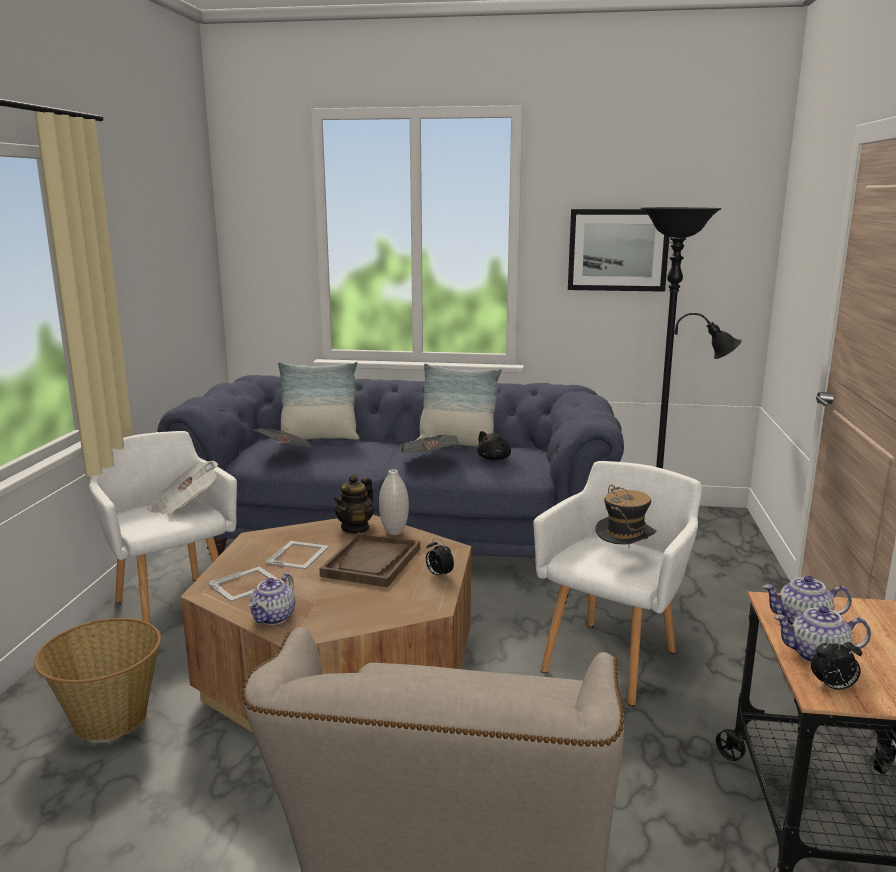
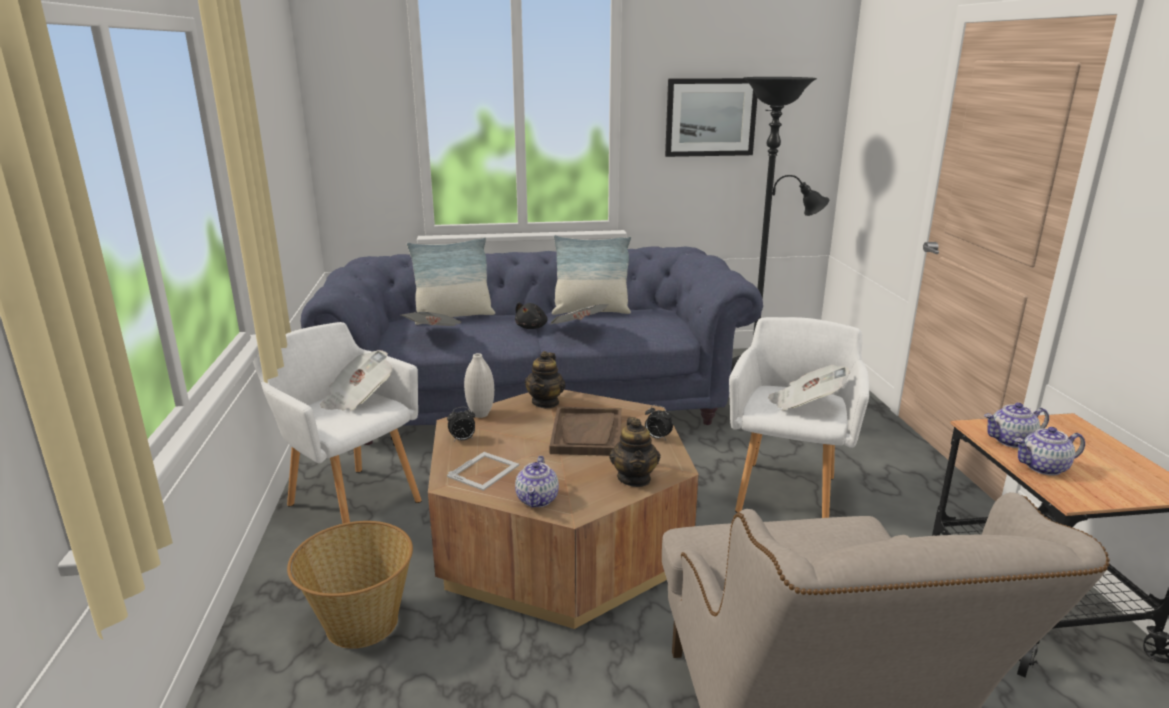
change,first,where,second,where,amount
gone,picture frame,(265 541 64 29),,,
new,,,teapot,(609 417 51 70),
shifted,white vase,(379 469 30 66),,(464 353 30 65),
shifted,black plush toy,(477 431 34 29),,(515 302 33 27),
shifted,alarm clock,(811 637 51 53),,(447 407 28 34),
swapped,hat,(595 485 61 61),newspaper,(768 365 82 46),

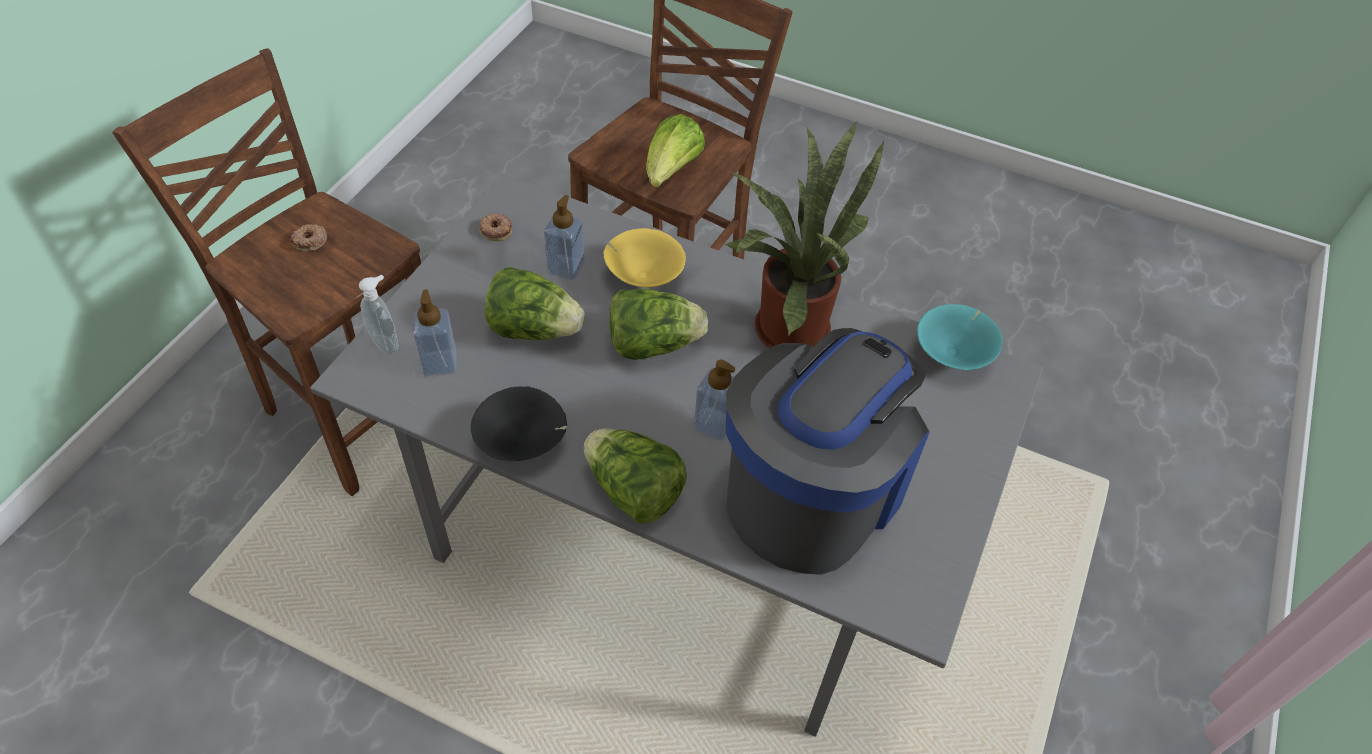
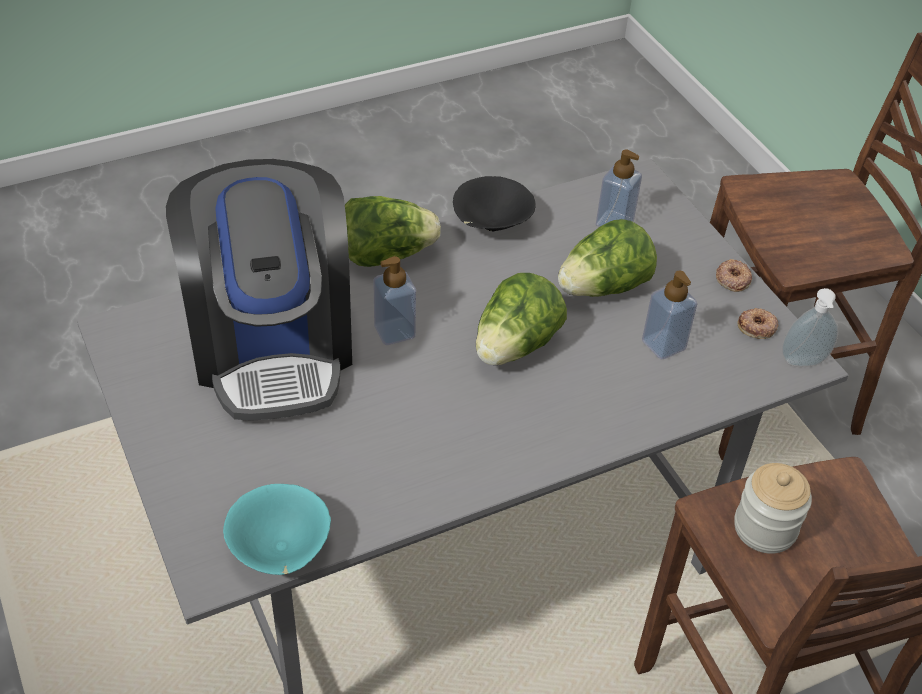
change,first,where,second,where,amount
gone,yellow bowl,(603 228 83 59),,,
gone,potted plant,(725 121 159 227),,,
shifted,donut,(291 224 36 27),,(716 259 36 33),
shifted,soap dispenser,(359 274 40 81),,(782 288 56 79),
swapped,lettuce,(646 114 59 73),jar,(734 463 78 91),

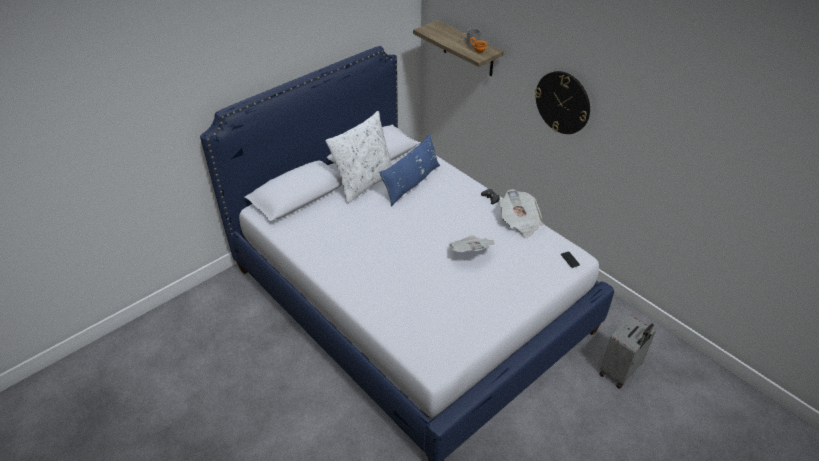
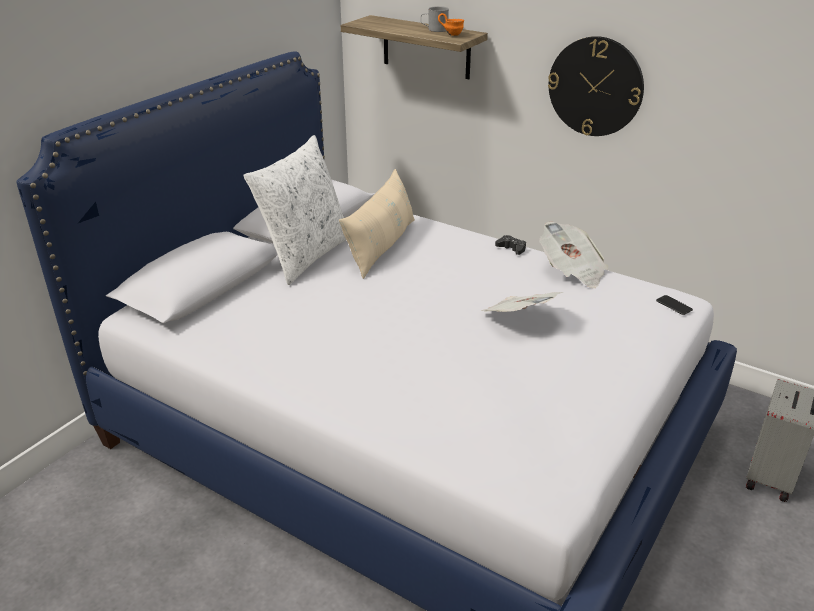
change,first,where,second,where,amount
repainted,blue pillow,(379 134 61 73),beige pillow,(339 169 76 110),

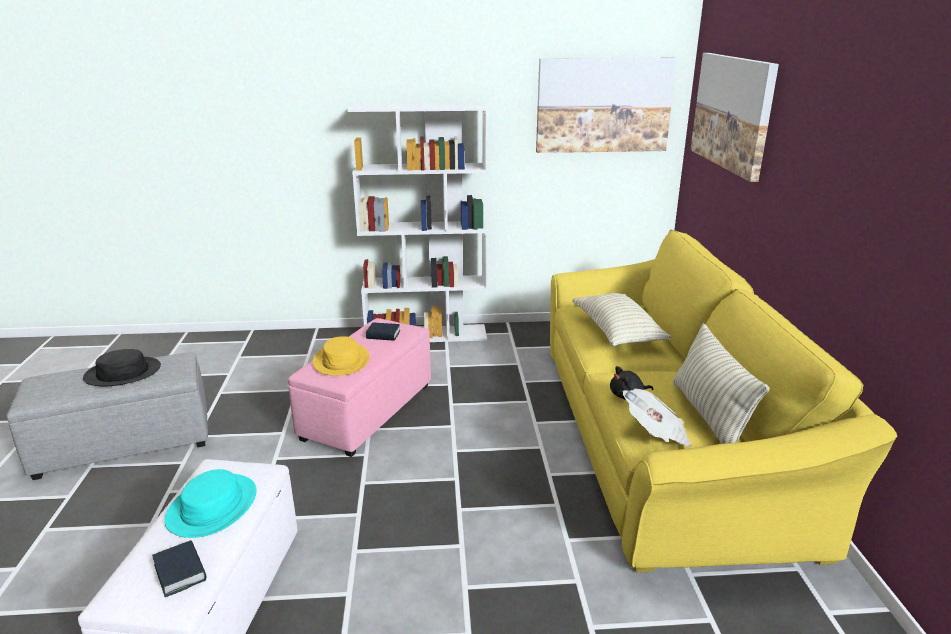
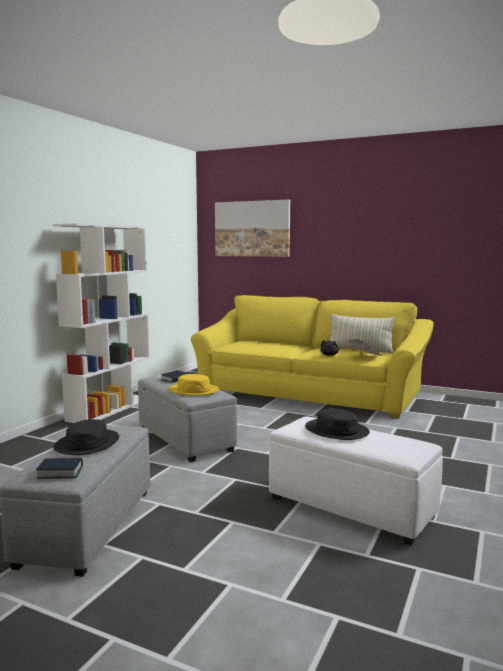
change,first,where,second,where,amount
gone,picture,(536 58 141 95),,,
gone,pillow,(572 293 100 53),,,
shifted,book,(152 540 54 57),,(36 458 47 21),
repainted,turquoise hat,(164 469 93 69),black hat,(305 408 65 32),
repainted,pink ottoman,(288 318 143 139),grey ottoman,(138 376 99 86),

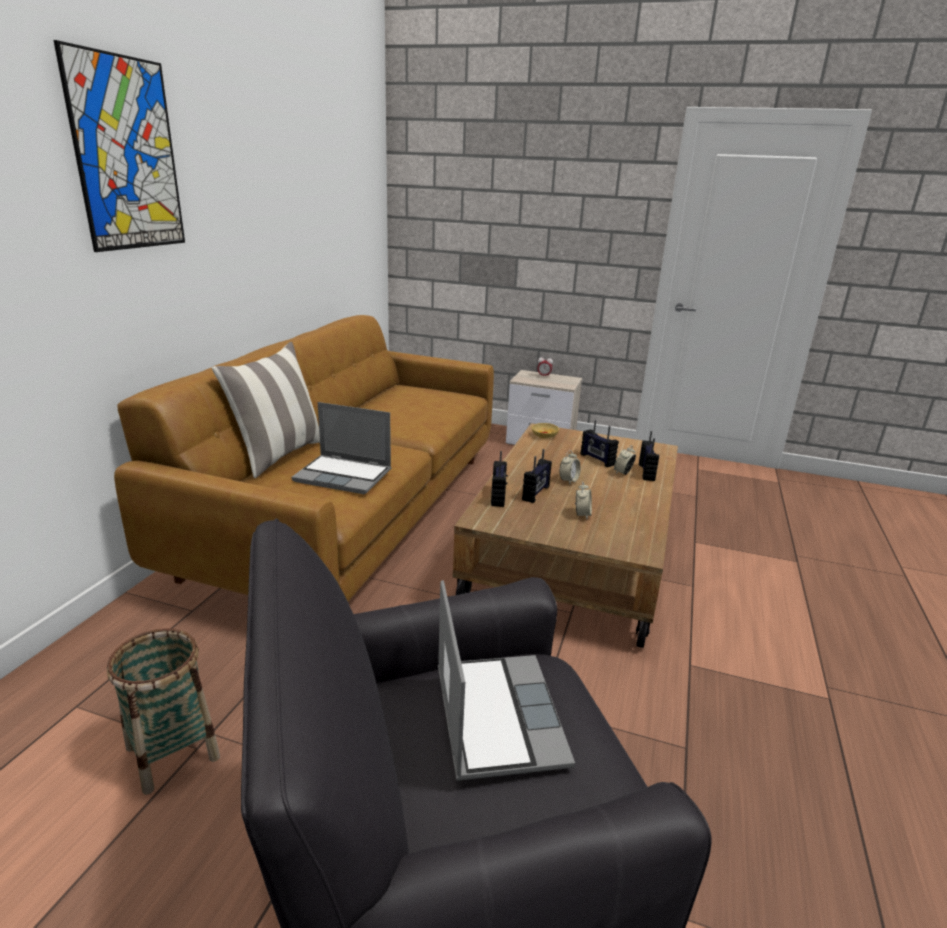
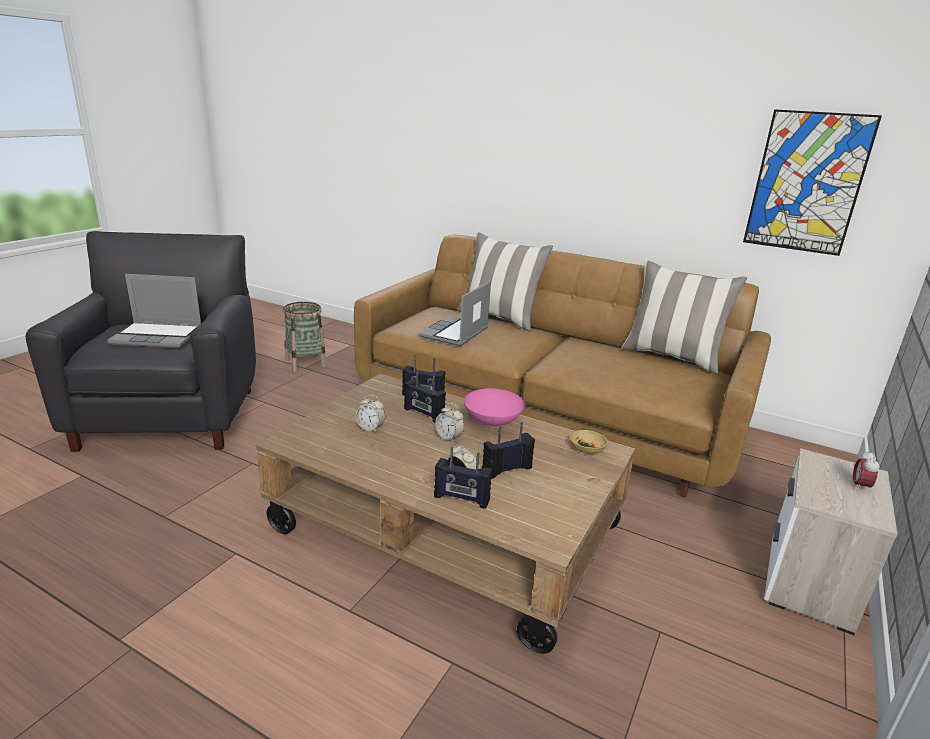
change,first,where,second,where,amount
new,,,pink bowl,(464 389 61 38),
new,,,pillow,(621 260 126 114),
shifted,picture,(54 40 131 212),,(743 109 139 147),

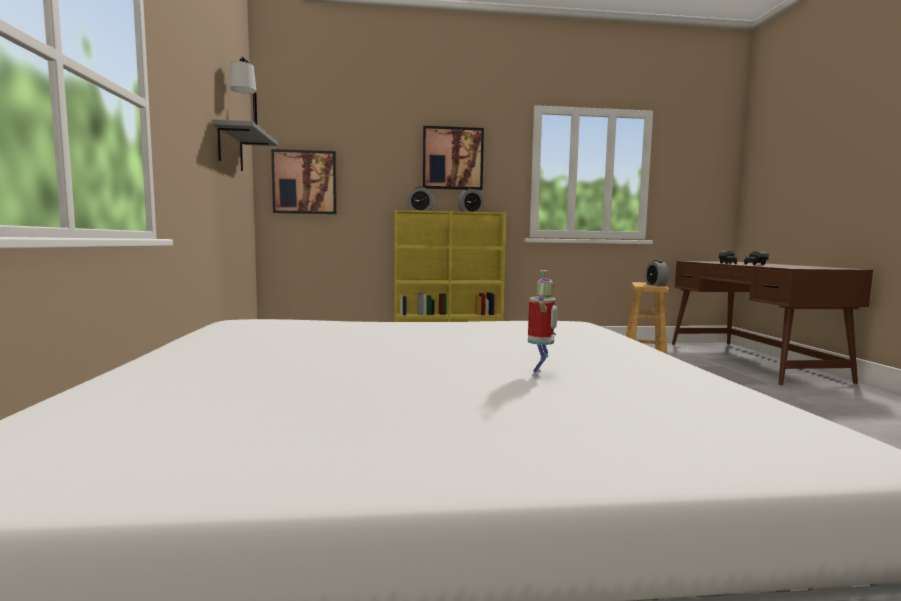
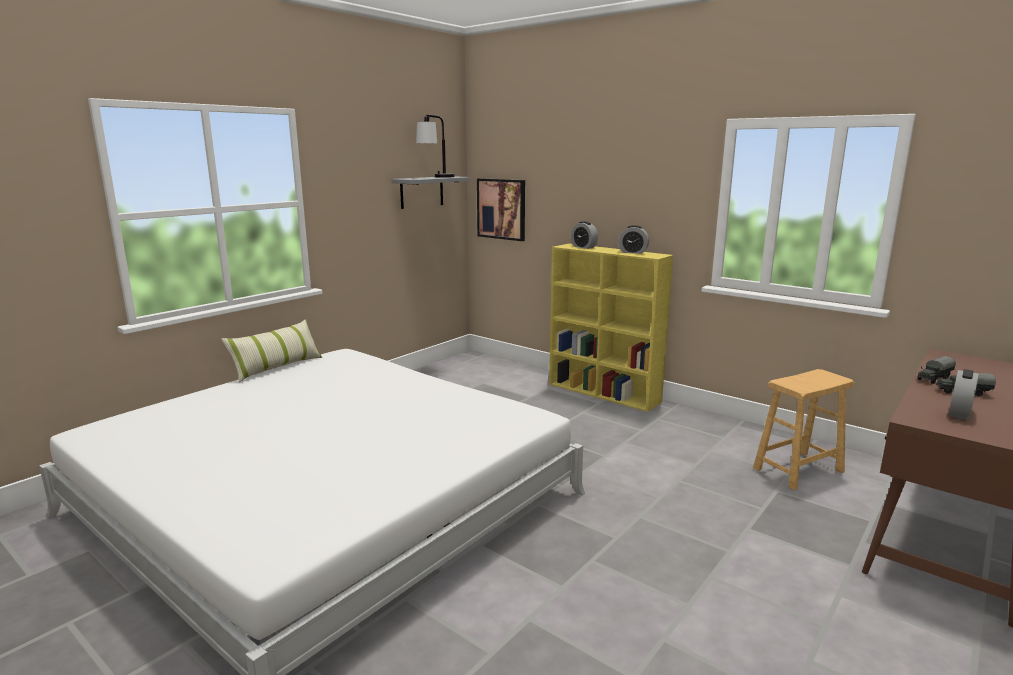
change,first,where,second,where,amount
gone,picture,(423 126 61 64),,,
gone,toy robot,(528 270 29 107),,,
new,,,pillow,(221 319 101 64),
shifted,alarm clock,(645 260 24 26),,(948 369 31 51),

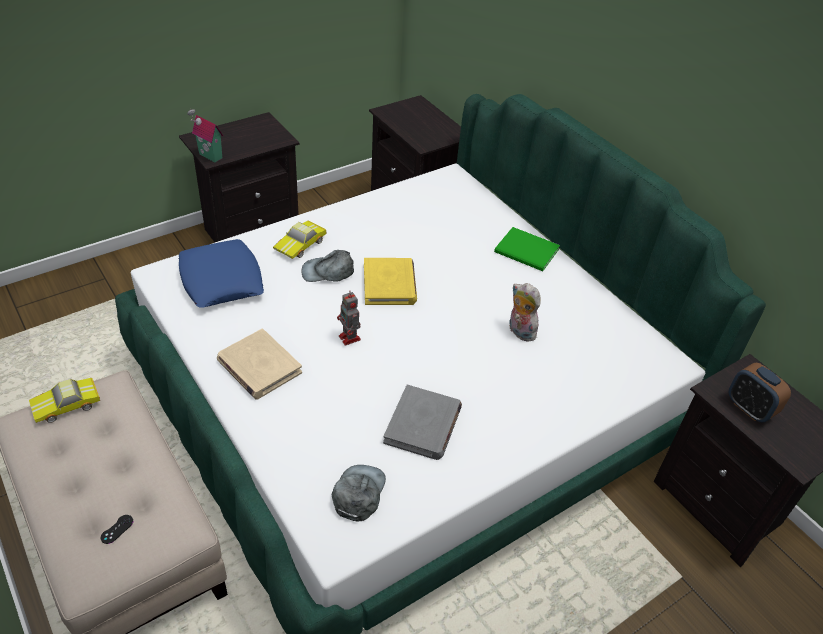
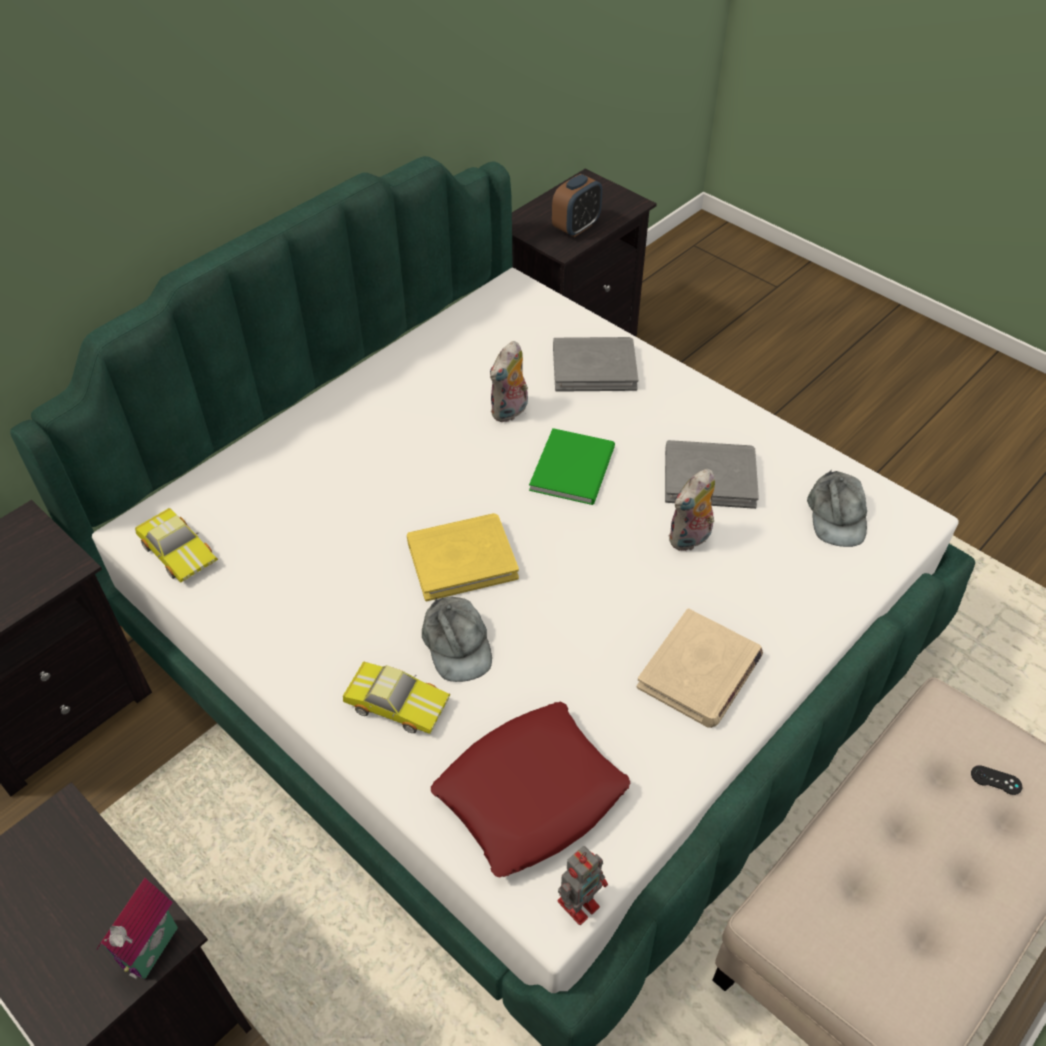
change,first,where,second,where,amount
new,,,grey book,(553 337 85 55),
new,,,plush toy,(669 469 46 82),
shifted,toy car,(29 378 71 45),,(135 508 83 75),
shifted,toy robot,(337 290 24 55),,(558 846 50 79),
shifted,green book,(494 227 66 44),,(529 428 86 77),
repainted,blue pillow,(179 239 85 69),red pillow,(431 702 200 175),
rotated,grey cap,(332 465 54 57),,(807 470 60 77),90 degrees counterclockwise

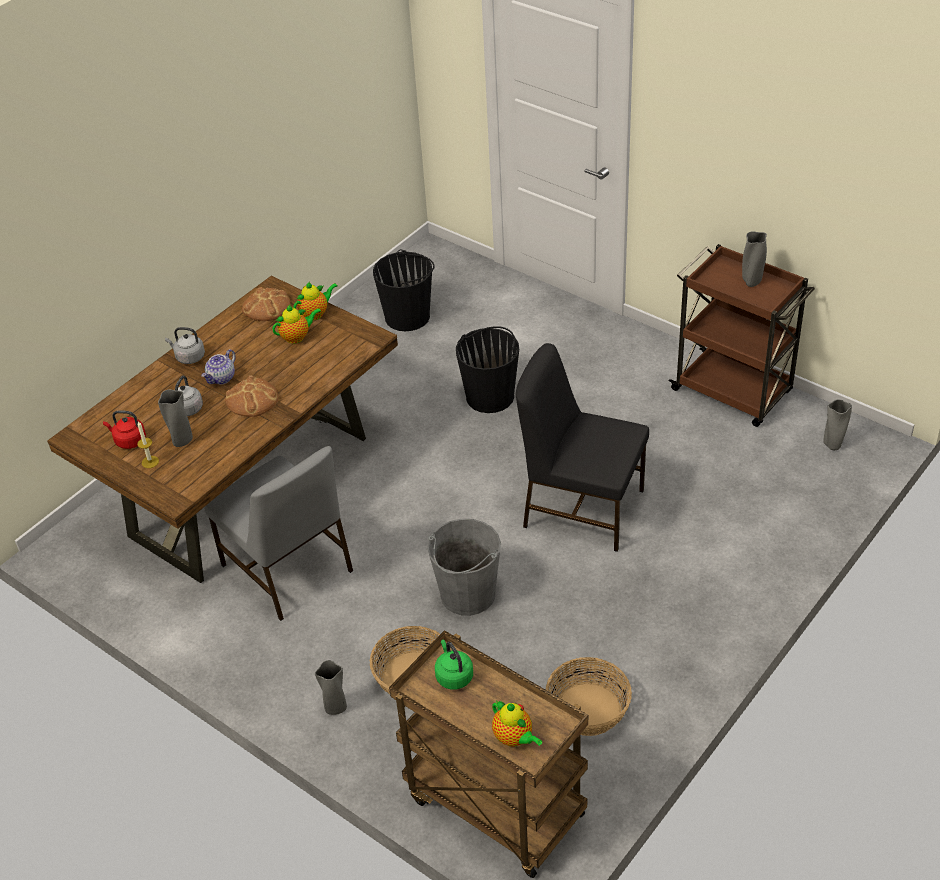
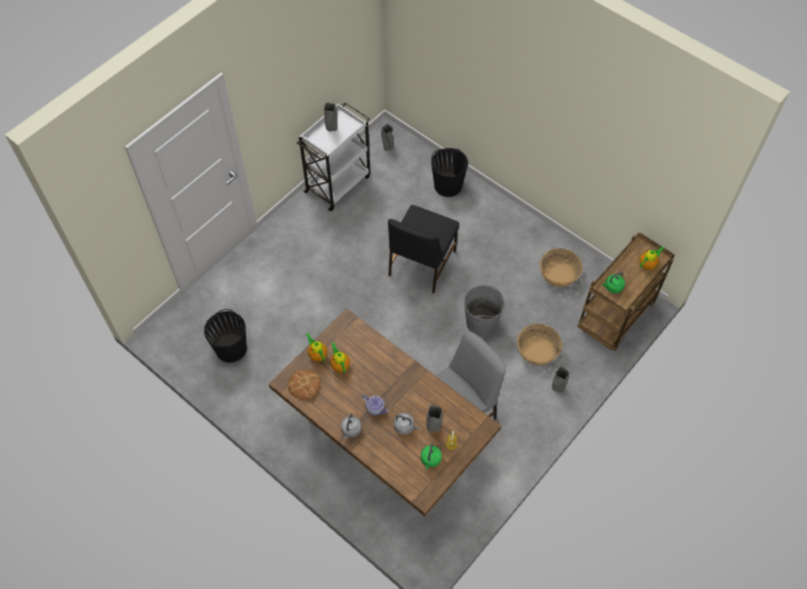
change,first,where,second,where,amount
gone,bread,(225 375 53 42),,,
shifted,black bucket,(456 326 63 87),,(431 148 37 49),
repainted,red kettle,(103 410 43 39),green kettle,(421 443 21 26),
repainted,brown cart,(669 244 146 183),white cart,(297 102 73 109),

